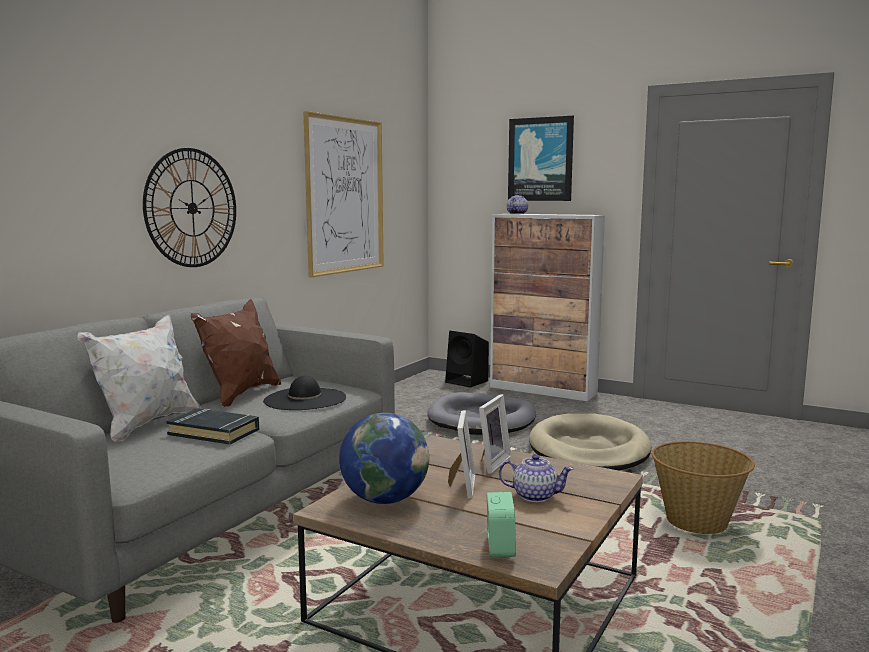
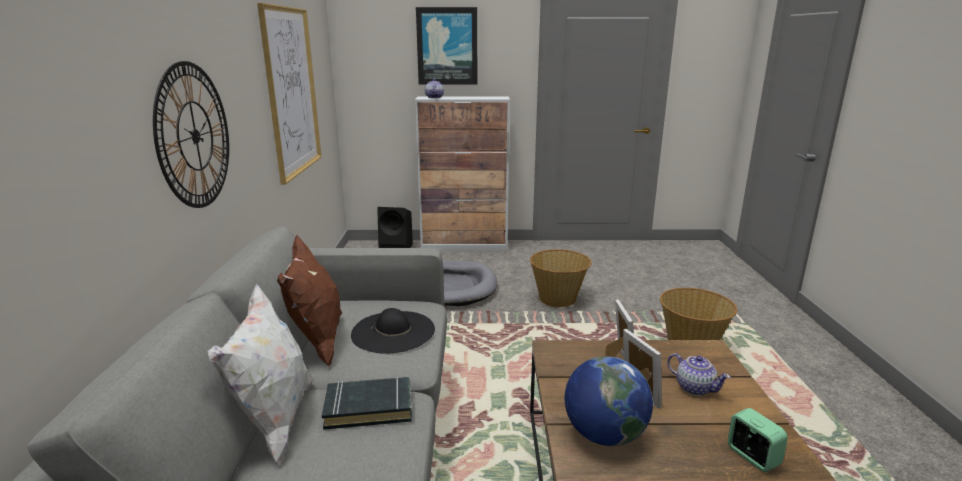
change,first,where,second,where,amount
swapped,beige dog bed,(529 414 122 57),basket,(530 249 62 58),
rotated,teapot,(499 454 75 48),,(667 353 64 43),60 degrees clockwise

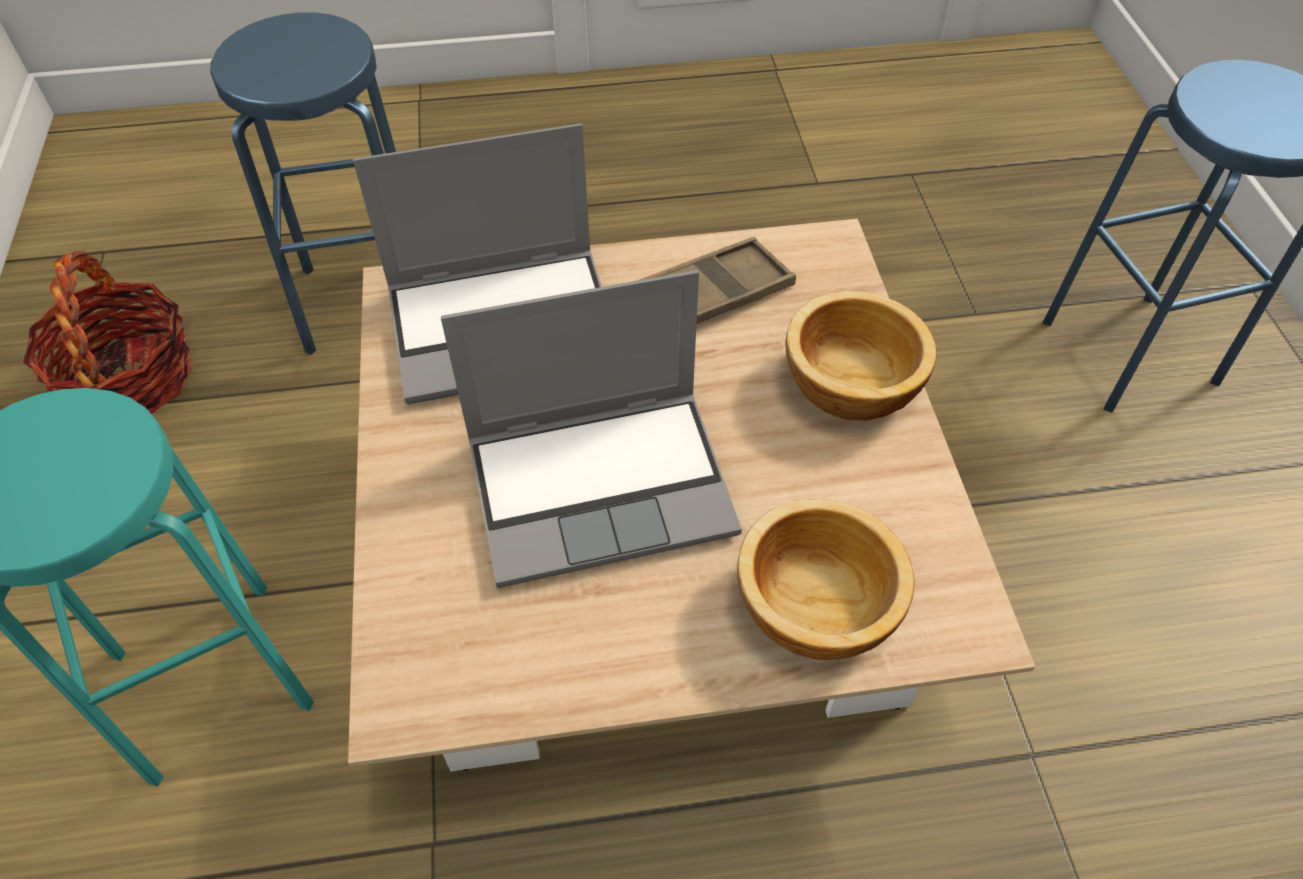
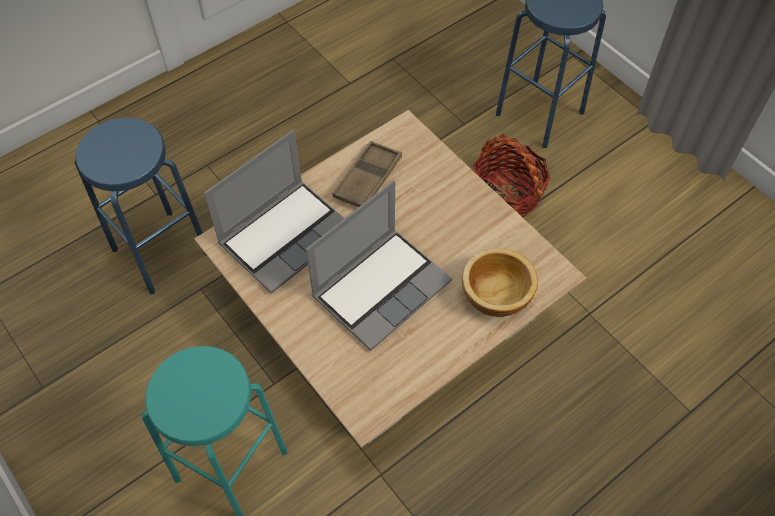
change,first,where,second,where,amount
gone,bowl,(786 291 151 130),,,
shifted,basket,(23 250 171 164),,(473 134 78 83),

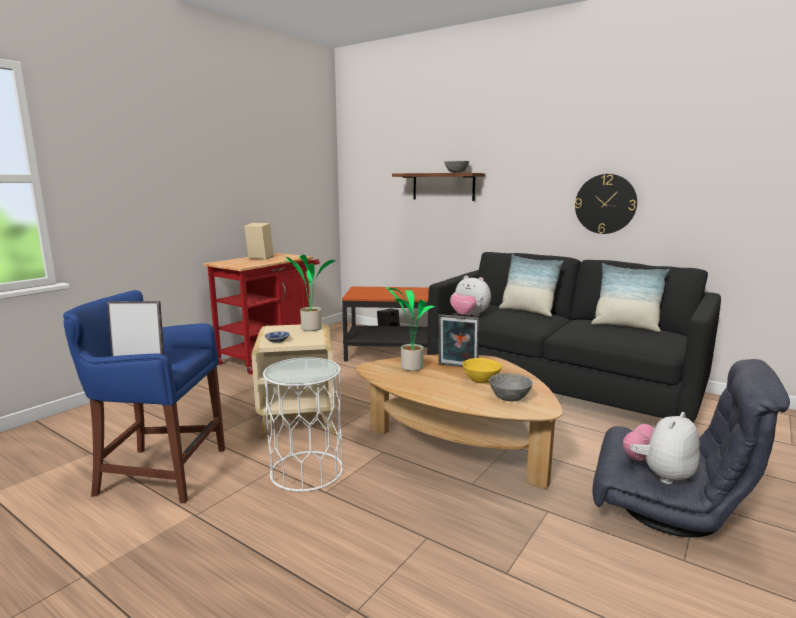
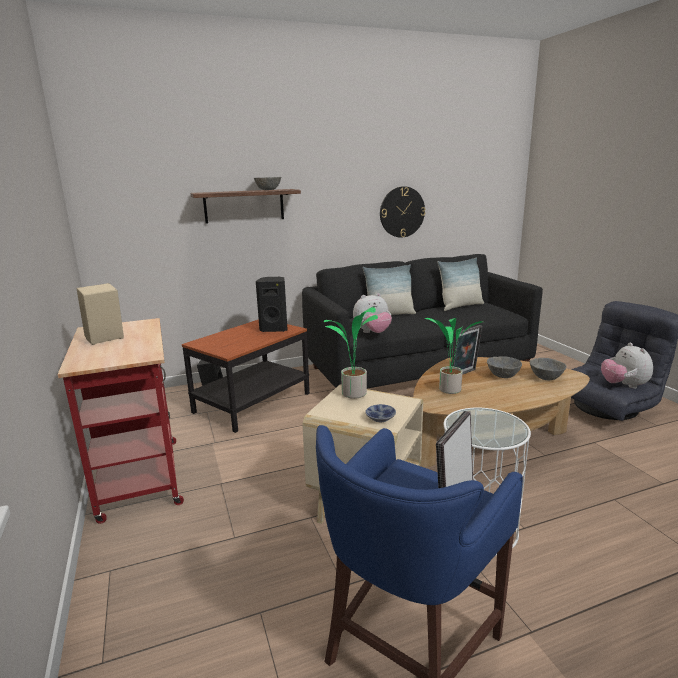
change,first,where,second,where,amount
new,,,black speaker,(256 277 32 55),
repainted,yellow bowl,(462 358 40 25),grey bowl,(487 356 35 22),

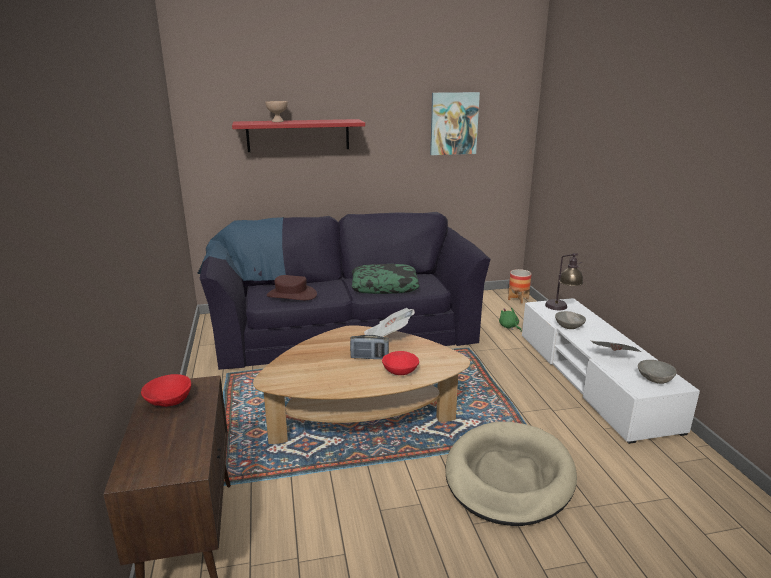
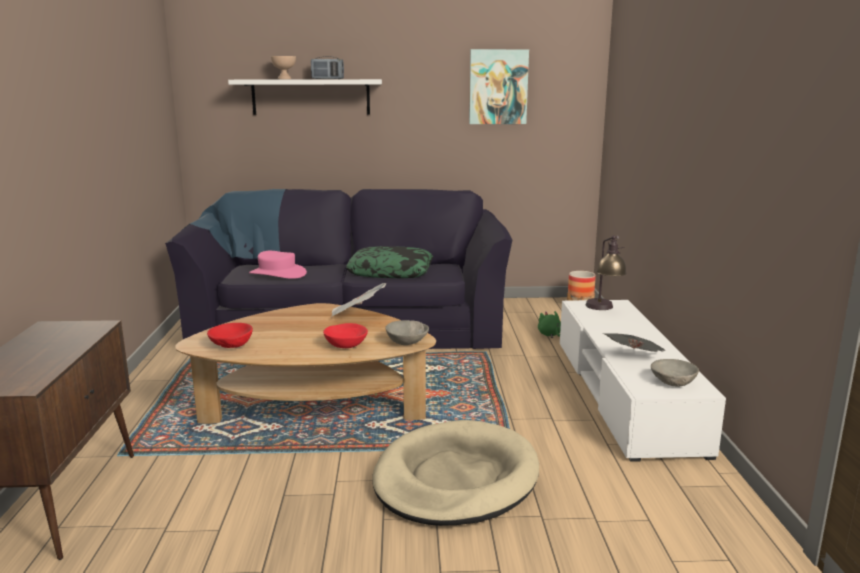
change,first,where,second,where,amount
shifted,red bowl,(141 374 50 33),,(207 323 46 25),
shifted,radio,(350 335 39 24),,(311 56 33 23),
shifted,grey bowl,(555 311 31 18),,(385 320 44 25),
repainted,red shelf,(232 119 133 33),white shelf,(228 79 154 36),
repainted,brown hat,(267 275 50 25),pink hat,(249 251 58 28),

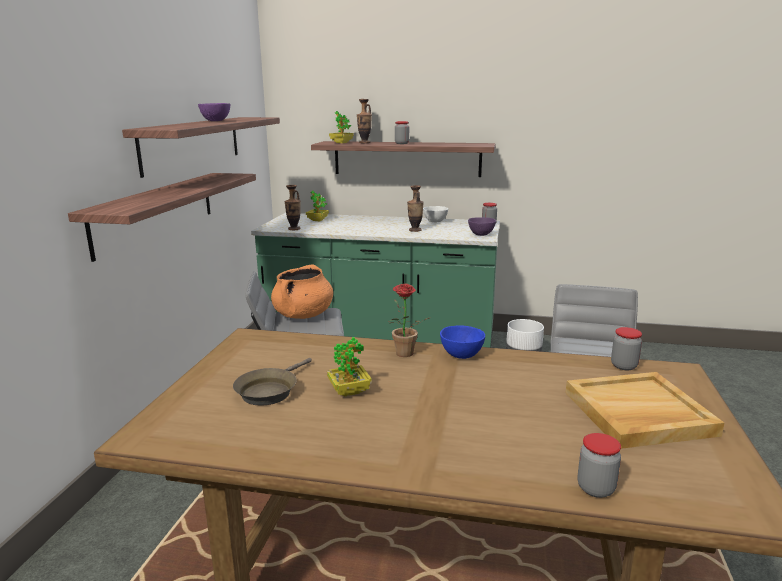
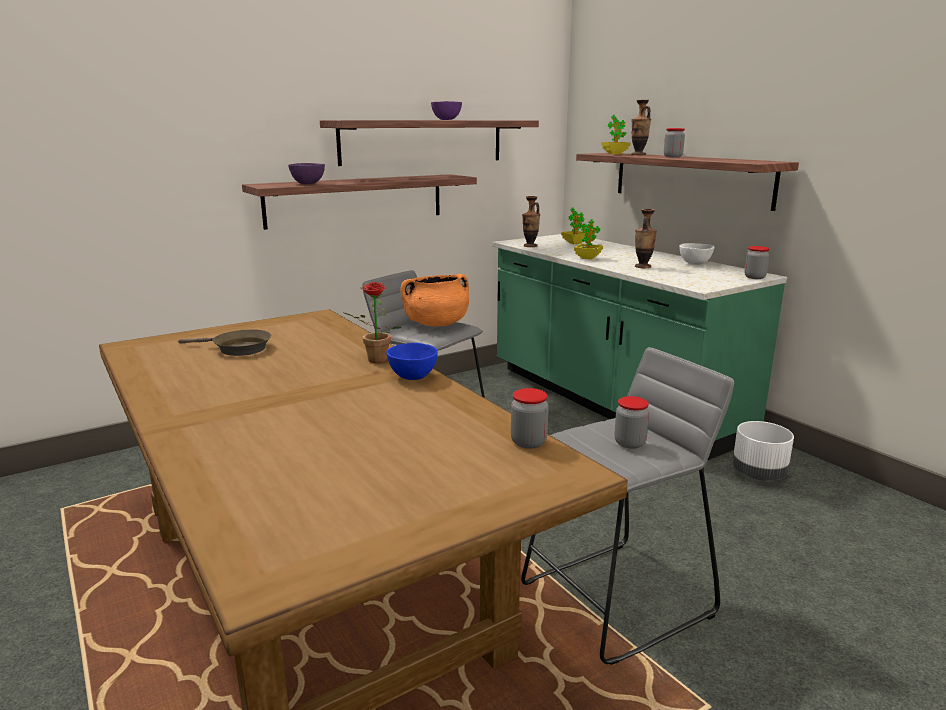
change,first,where,second,where,amount
gone,beige tray,(566 372 158 77),,,
shifted,potted plant,(327 337 45 60),,(574 219 29 41),
shifted,purple bowl,(468 217 28 19),,(288 163 37 21),
shifted,jar,(577 433 44 65),,(614 396 35 53),
rotated,brown frying pan,(233 358 79 48),,(178 329 93 27),150 degrees counterclockwise

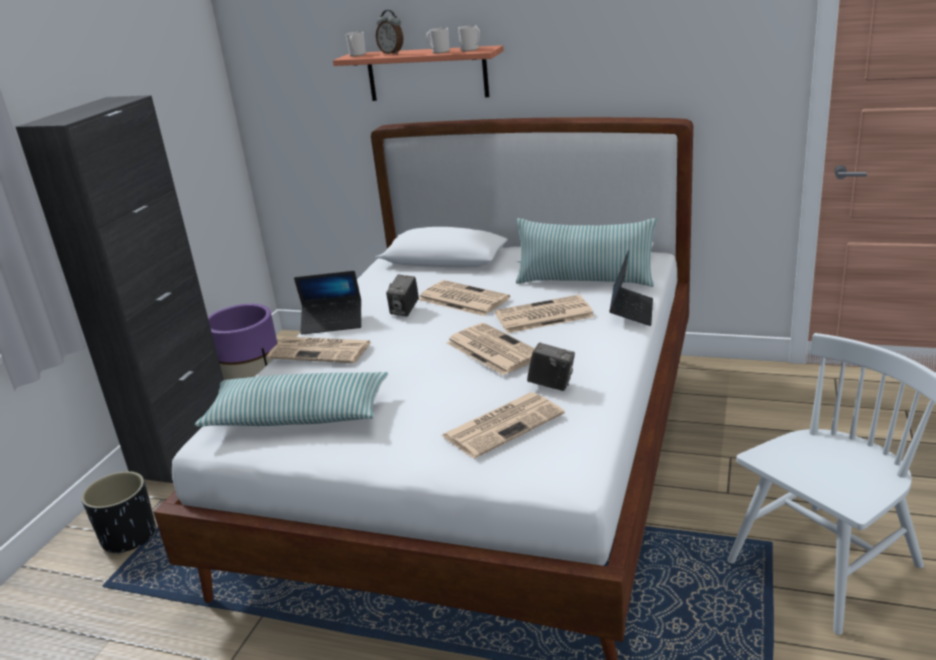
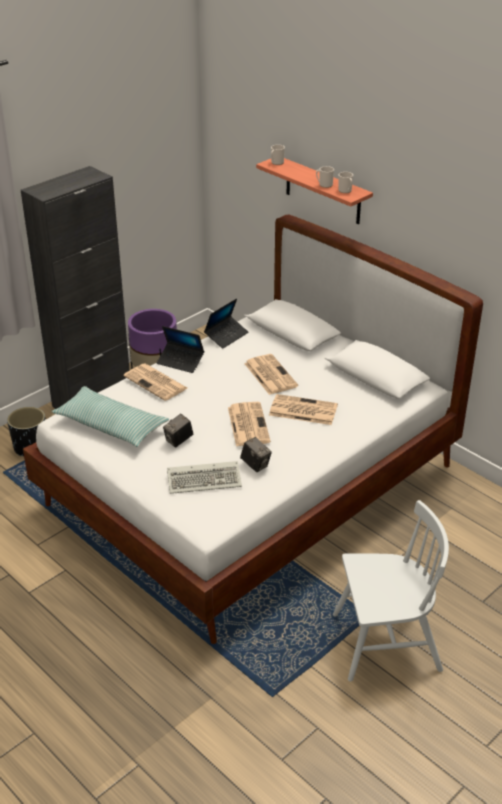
change,first,where,second,where,amount
gone,alarm clock,(376 10 27 44),,,
gone,pillow,(516 218 141 69),,,
shifted,photo camera,(386 275 33 41),,(163 414 30 34),
shifted,laptop,(609 250 44 76),,(204 298 44 51),
swapped,newspaper,(441 392 124 67),keyboard,(167 461 75 33),

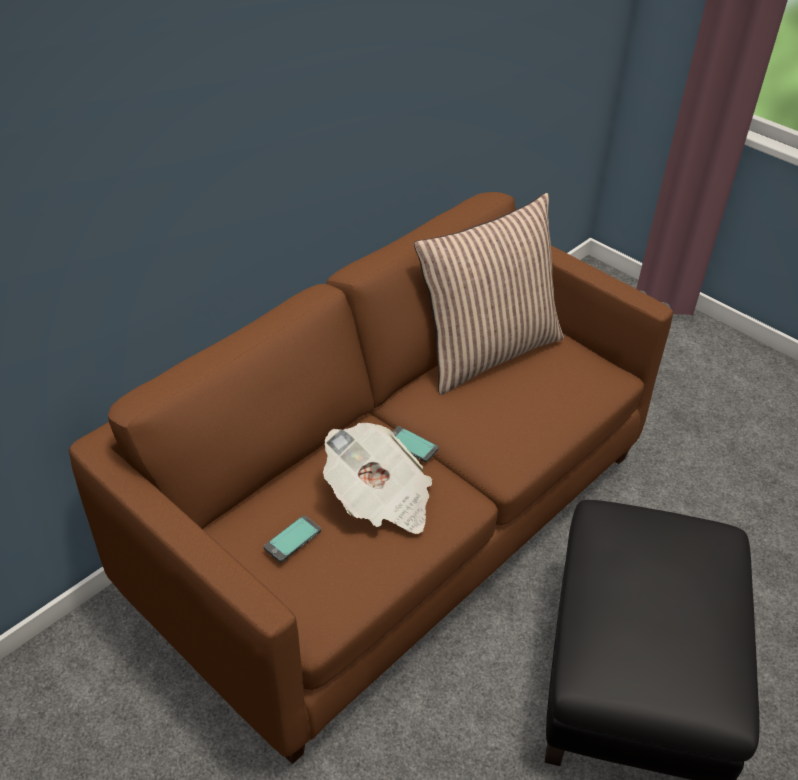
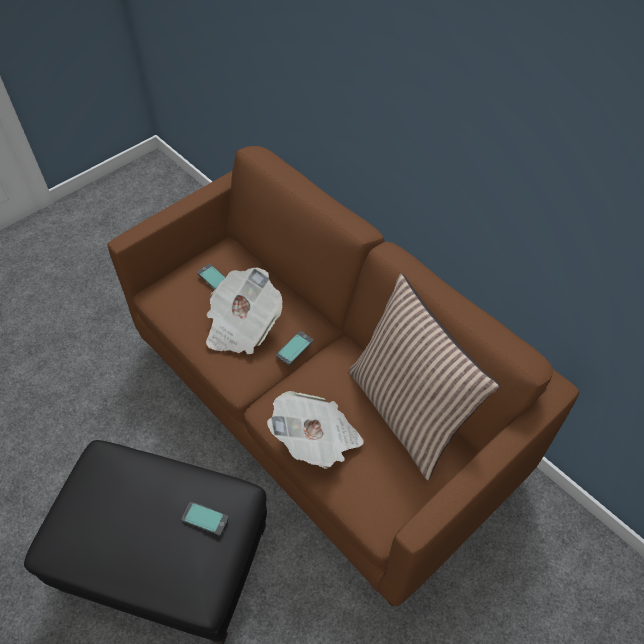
change,first,where,second,where,amount
new,,,phone,(181 502 48 34),
new,,,newspaper,(267 391 97 78),

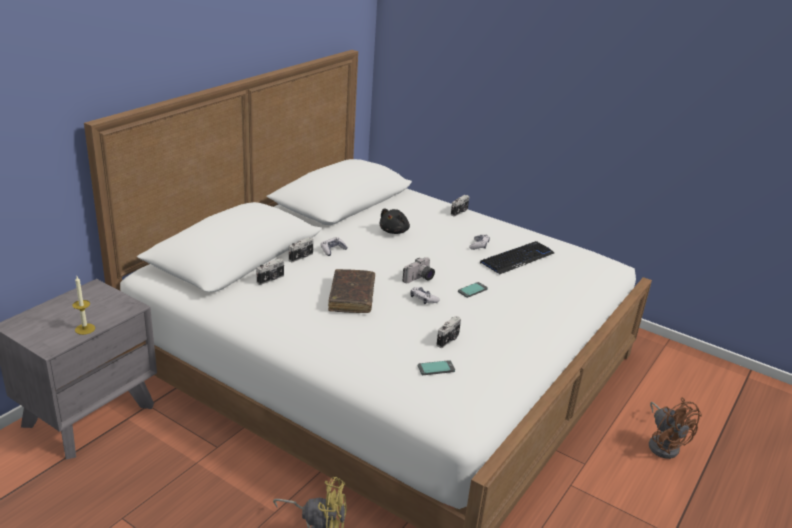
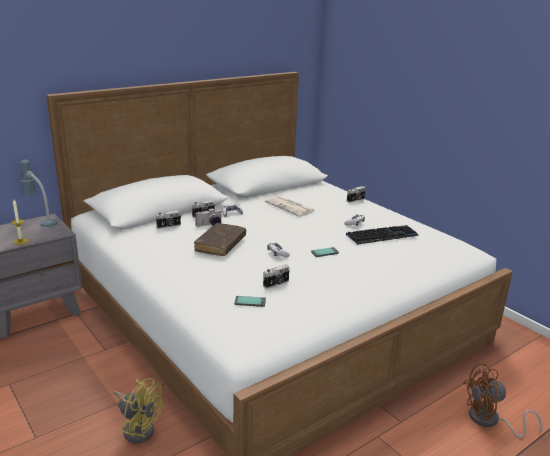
change,first,where,second,where,amount
new,,,table lamp,(20 160 38 67),
shifted,photo camera,(403 257 32 26),,(195 208 27 19),
swapped,black plush toy,(379 208 31 26),newspaper,(265 196 50 20),
rotated,brown fan,(649 398 53 61),,(463 363 79 75),90 degrees clockwise

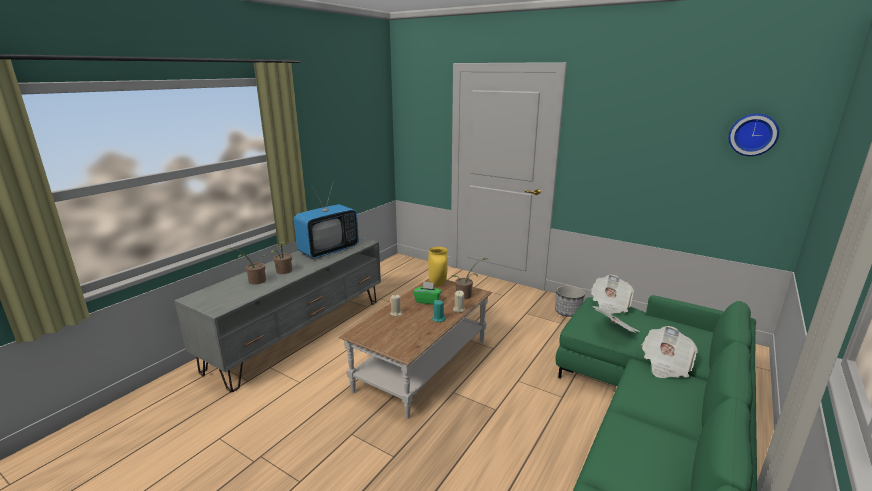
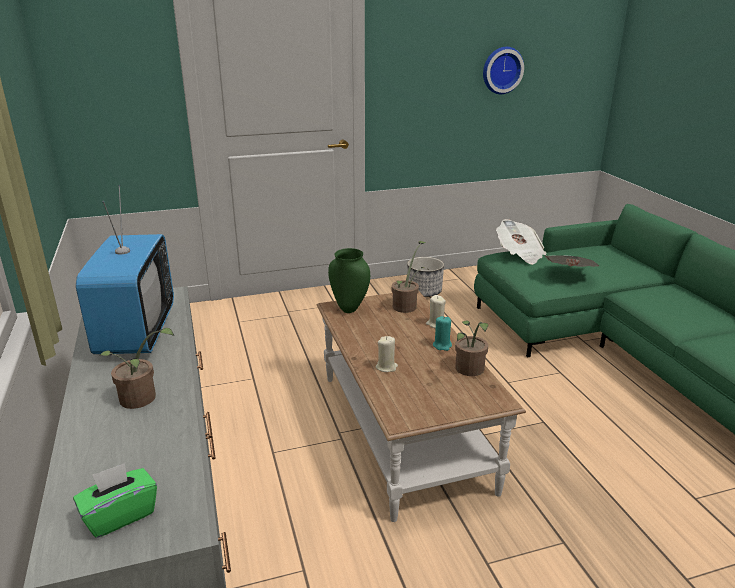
change,first,where,second,where,amount
gone,newspaper,(641 326 57 52),,,
shifted,potted plant,(225 248 41 37),,(455 321 34 55),
shifted,green tissue box,(413 281 29 24),,(73 463 84 75),
shifted,wall clock,(728 113 51 43),,(483 47 41 47),
repainted,yellow vase,(428 247 20 39),green vase,(328 248 42 65),

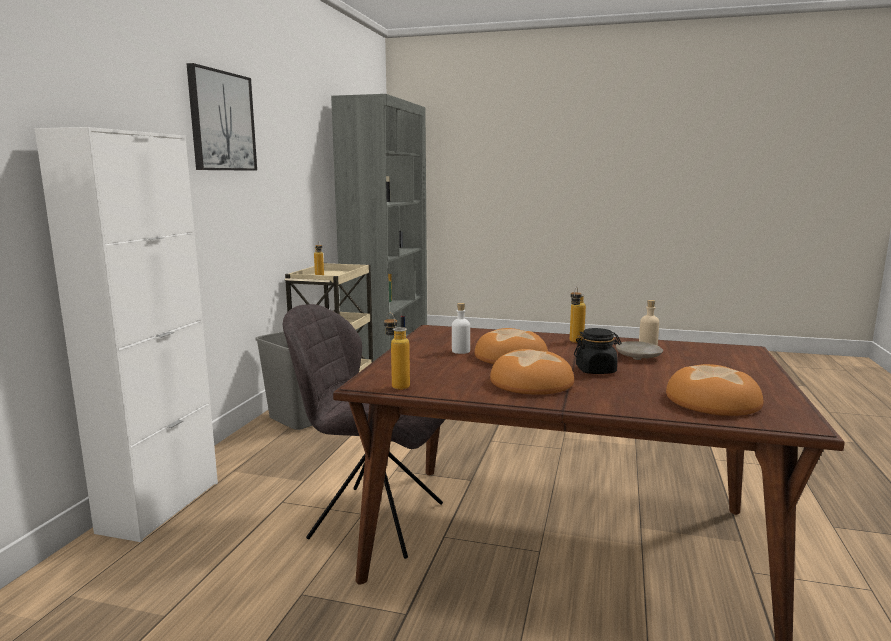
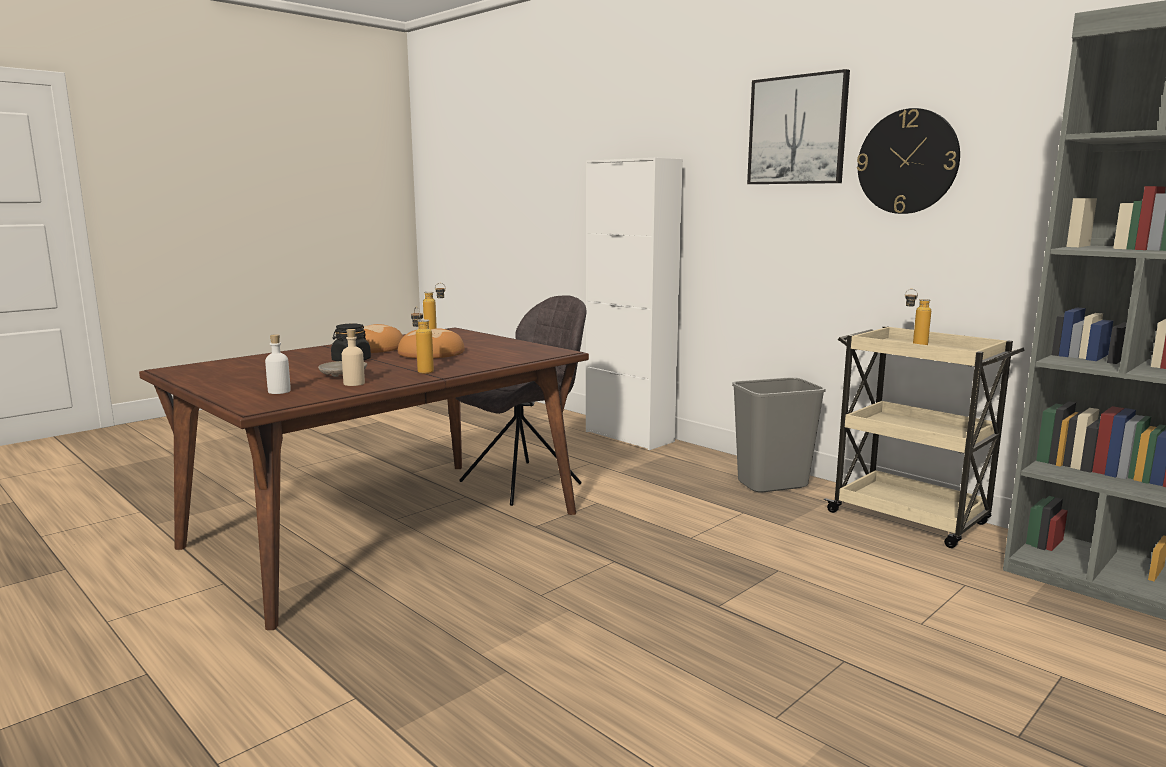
change,first,where,second,where,amount
gone,bread,(666 364 98 52),,,
new,,,wall clock,(857 108 103 106),
shifted,white bottle,(452 303 18 51),,(265 334 26 60),

